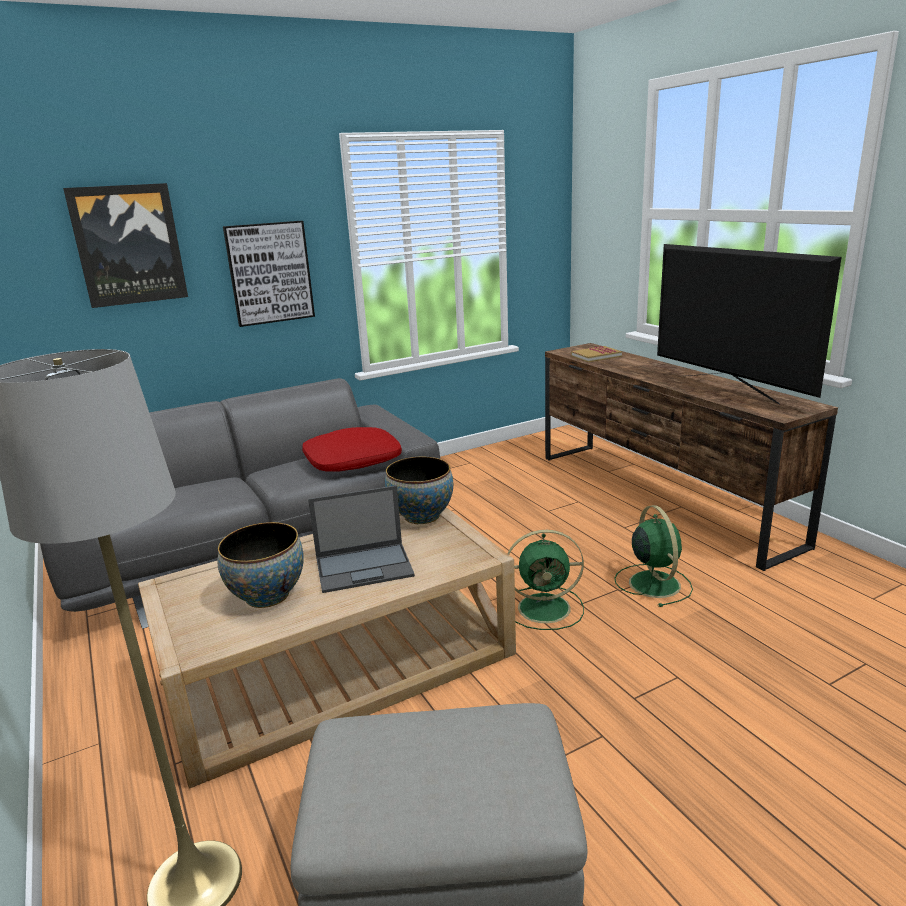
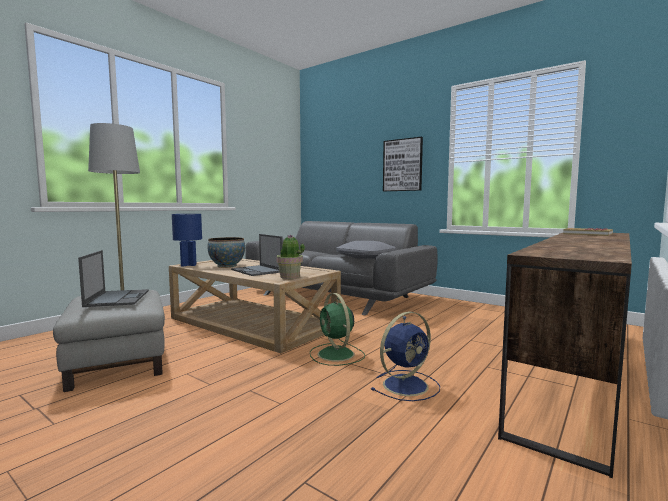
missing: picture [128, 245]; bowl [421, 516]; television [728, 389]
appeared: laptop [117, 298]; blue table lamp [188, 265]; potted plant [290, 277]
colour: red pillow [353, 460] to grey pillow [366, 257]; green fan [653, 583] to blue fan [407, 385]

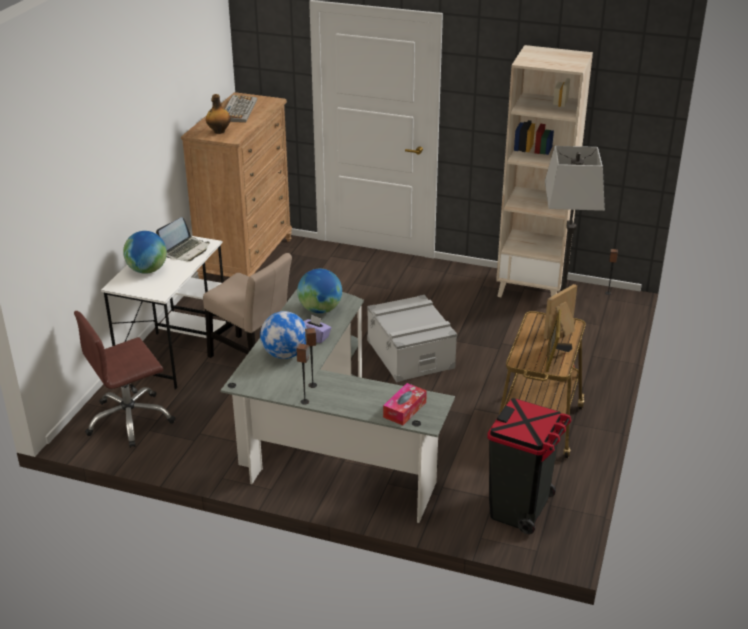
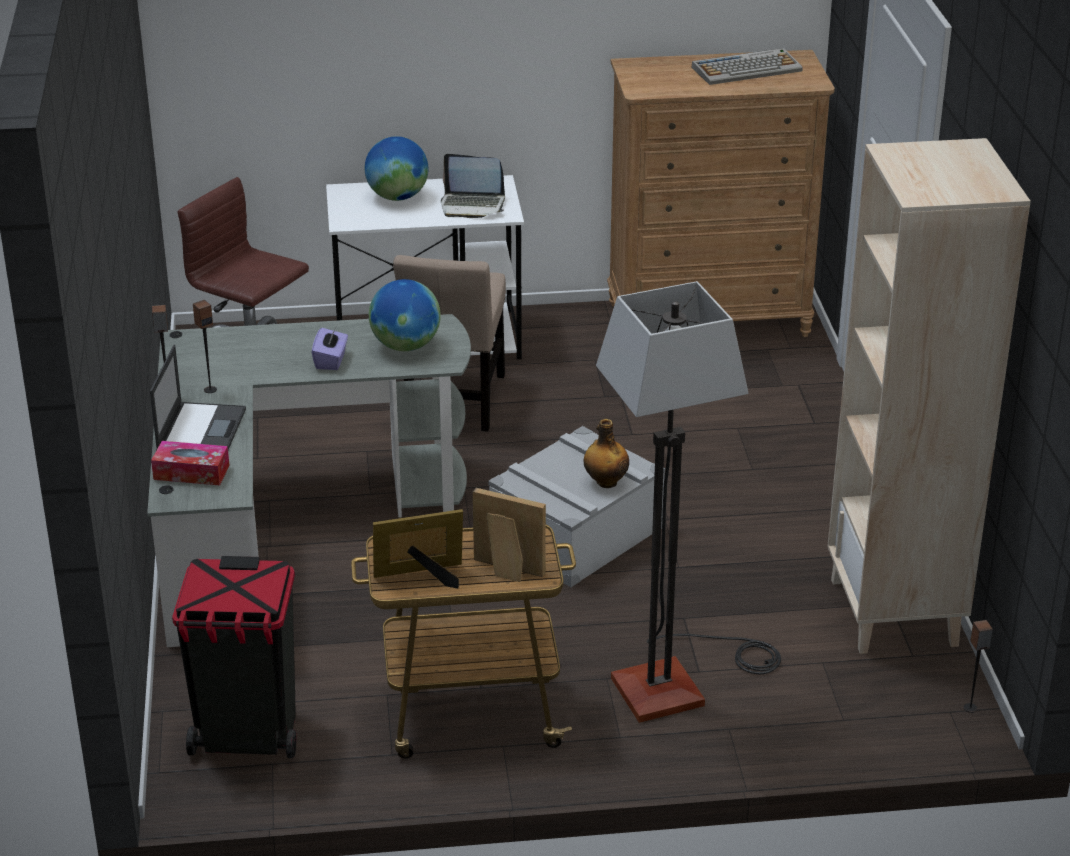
missing: globe [285, 354]
appeared: laptop [201, 429]
relocated: bottle [219, 131] to [606, 482]

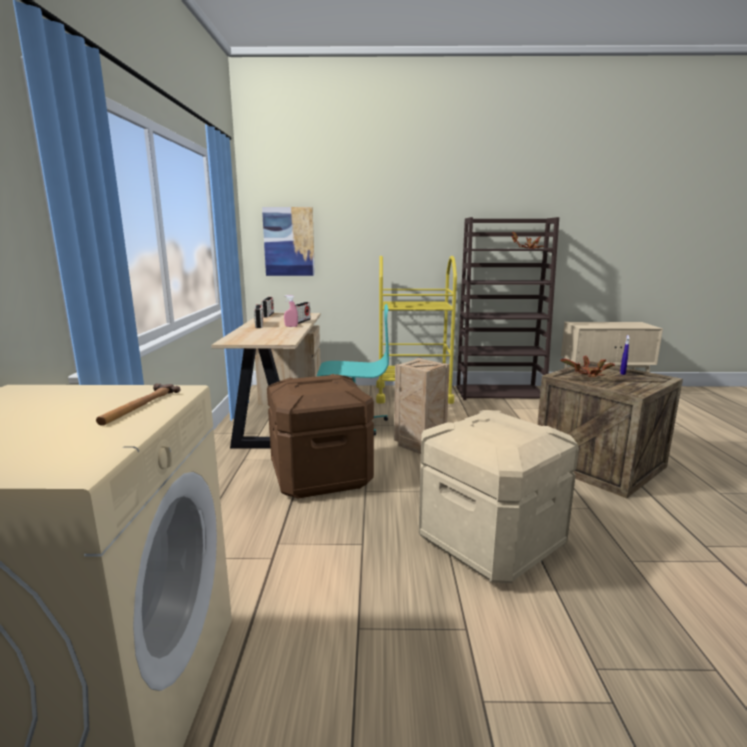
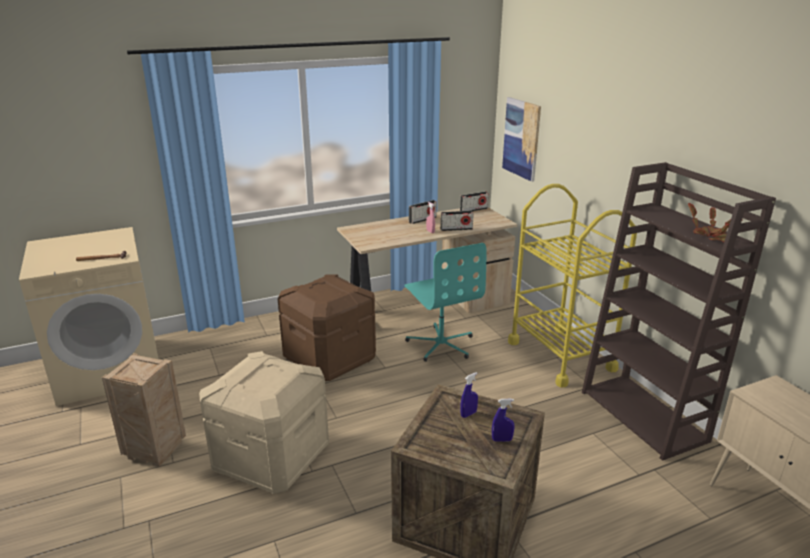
relocated: crate [420, 446] to [153, 451]
exchanged: potted plant [587, 375] to blue spray bottle [468, 414]

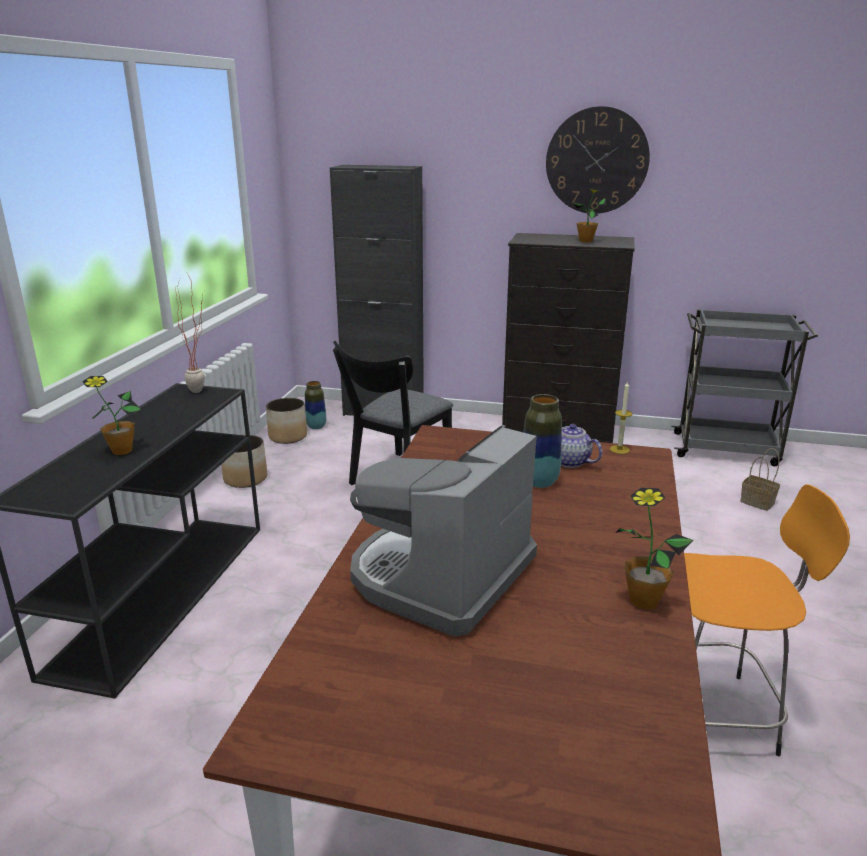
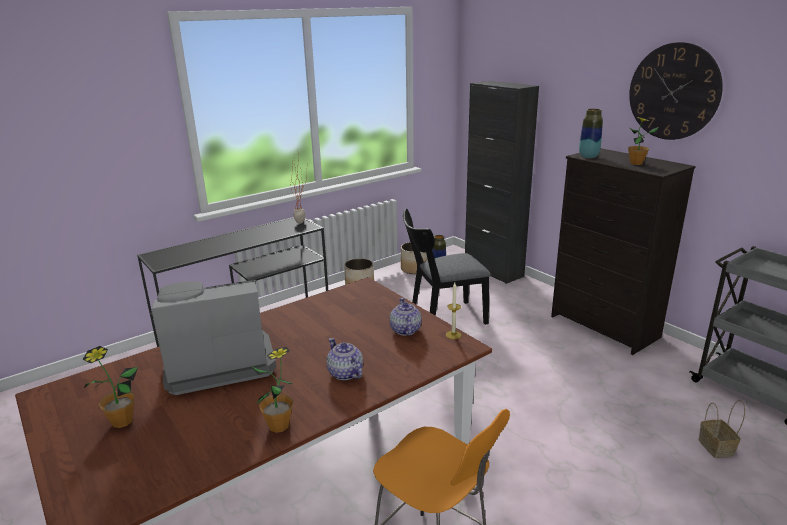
appeared: teapot [345, 373]
relocated: potted plant [122, 451] to [122, 421]; vase [539, 482] to [588, 156]

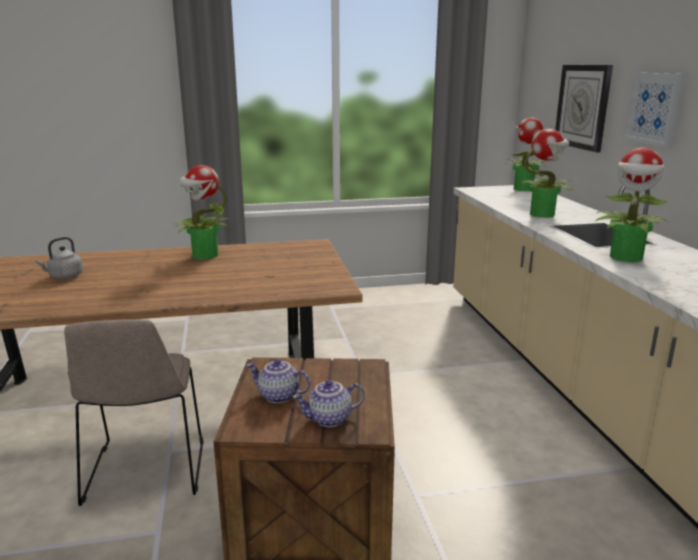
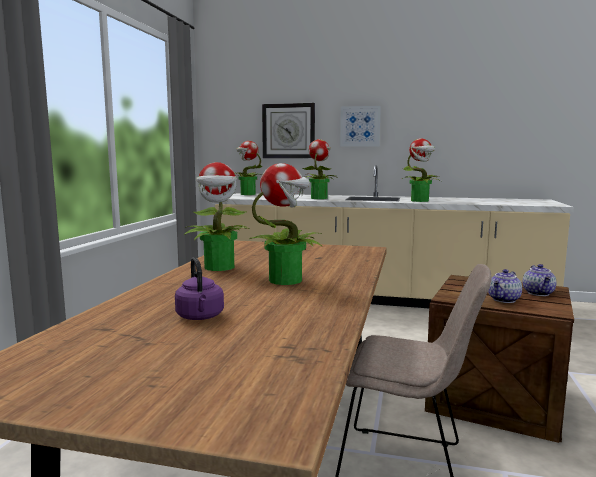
appeared: potted plant [286, 280]
colour: grey kettle [64, 276] to purple kettle [200, 317]

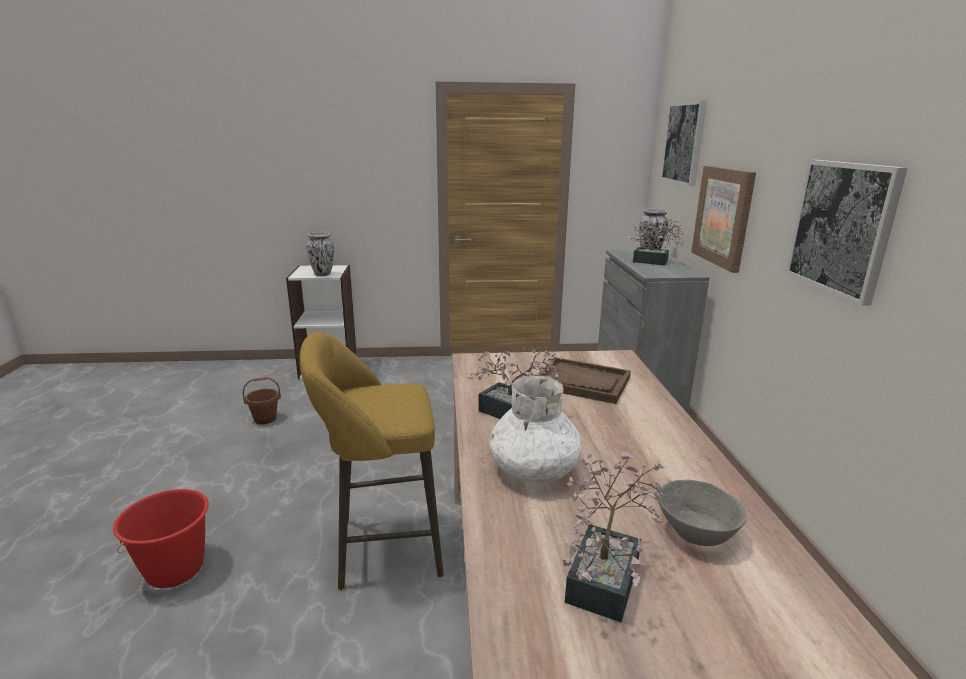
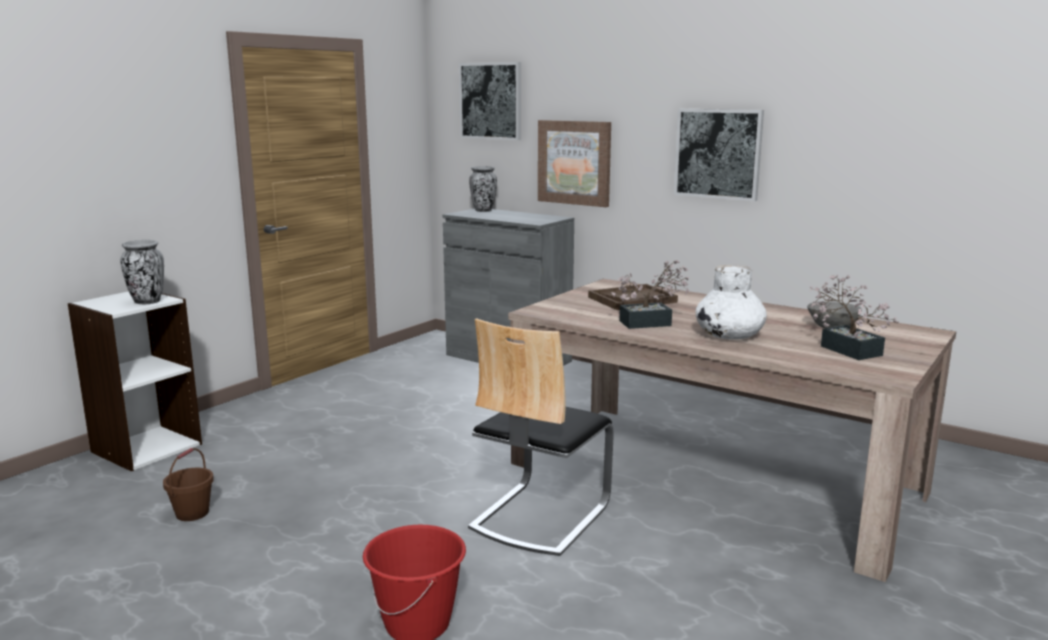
missing: potted plant [654, 262]
exchanged: yellow stool [381, 547] to chair [539, 516]

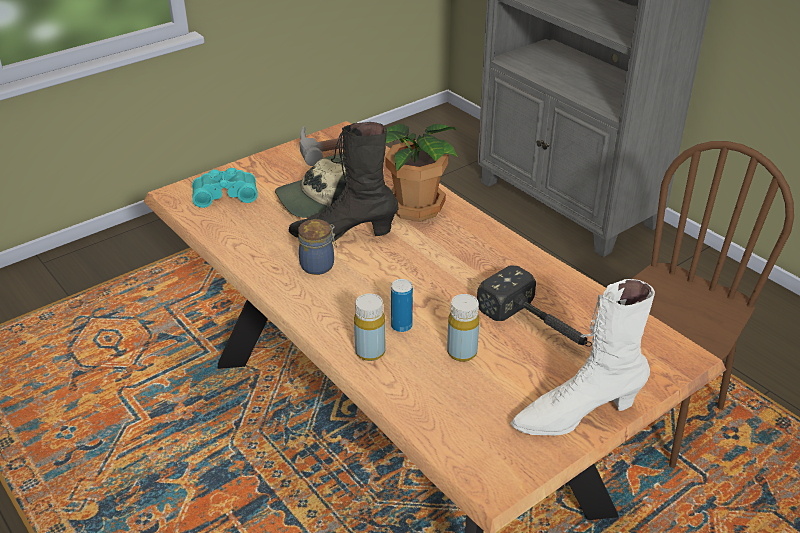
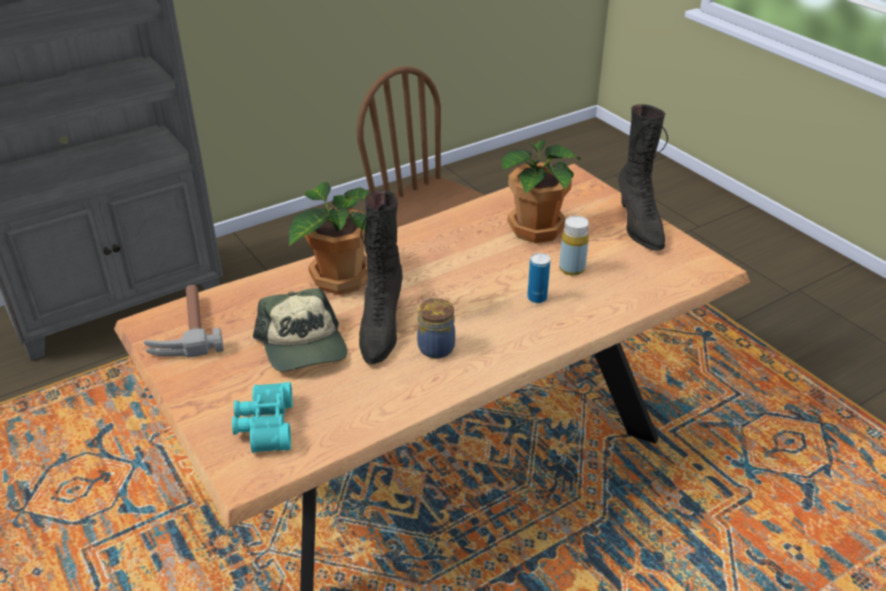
missing: yellow bottle [370, 352]
exchanged: hammer [539, 327] to potted plant [538, 229]
colour: white boot [576, 415] to black boot [639, 226]

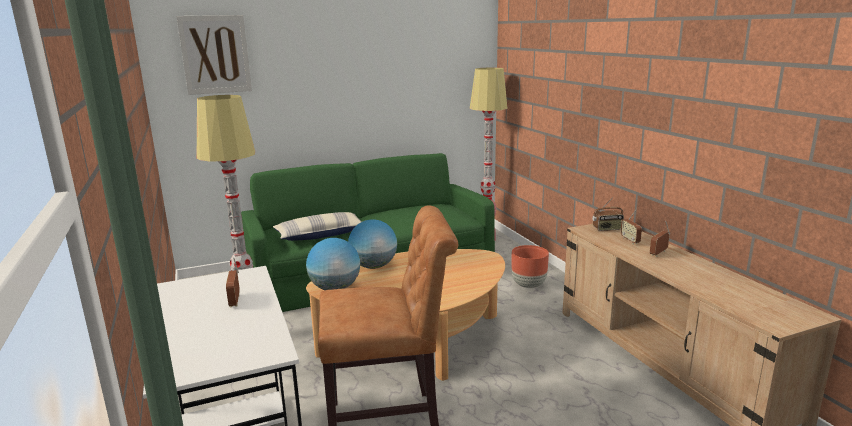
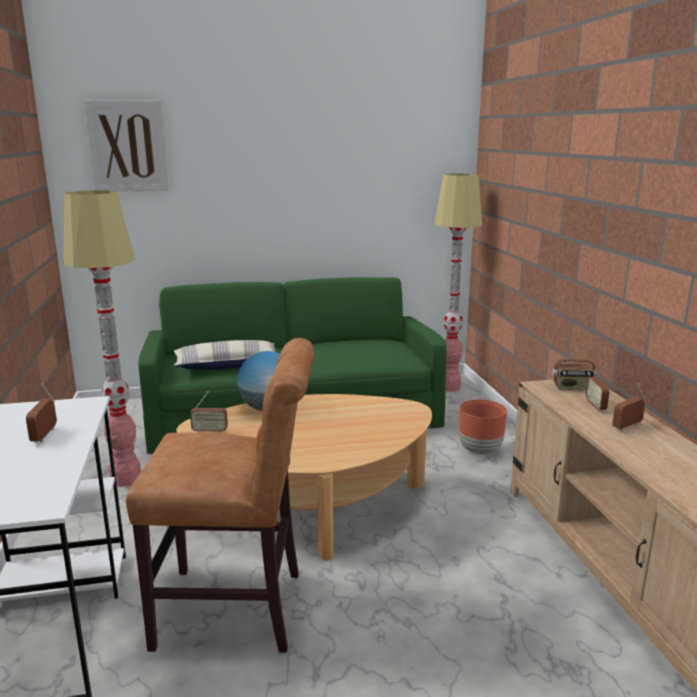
exchanged: globe [335, 288] to radio [210, 431]

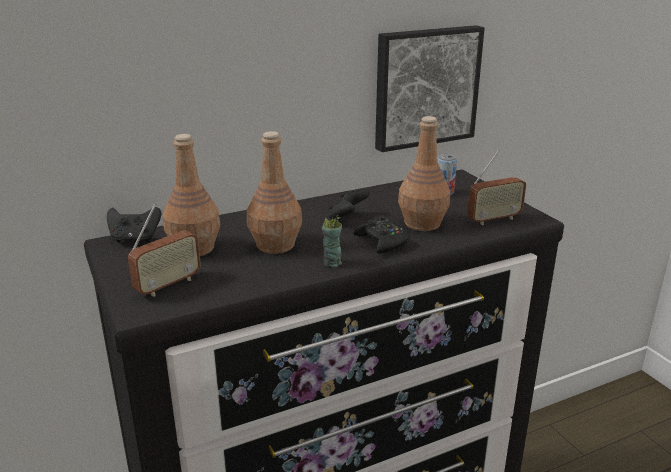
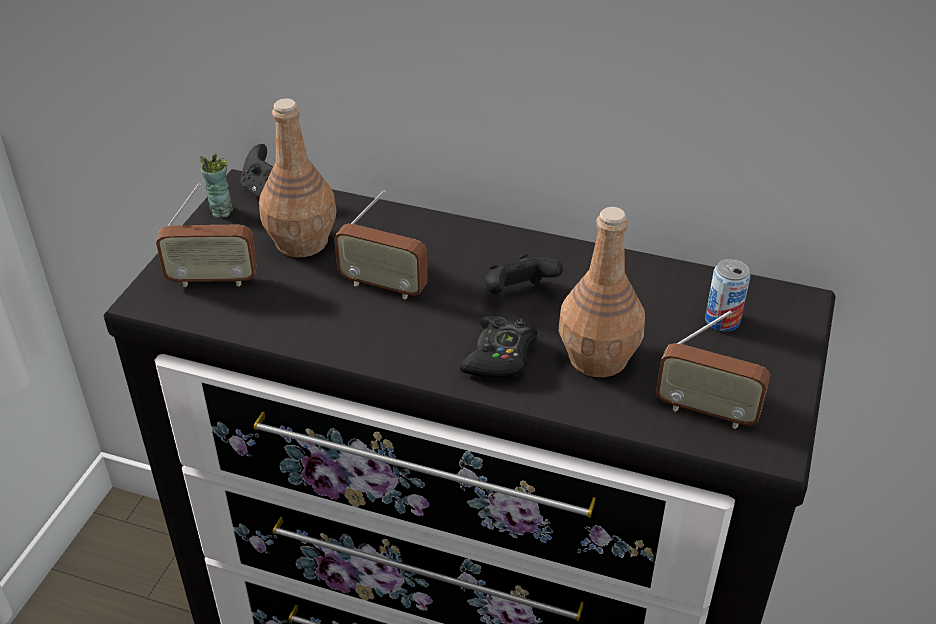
missing: picture [425, 87]
relocated: cup [331, 263] to [221, 210]
exchanged: brown bottle [276, 244] to radio [383, 286]

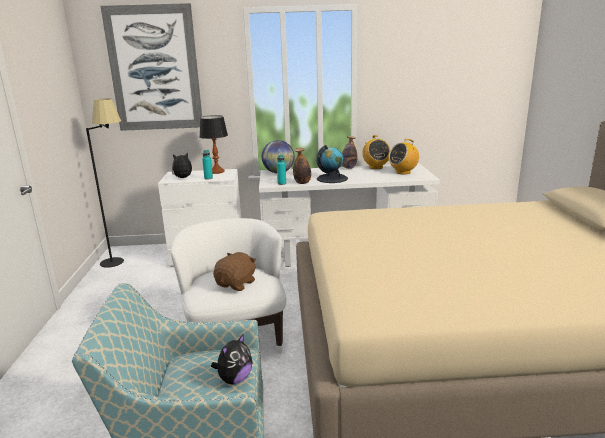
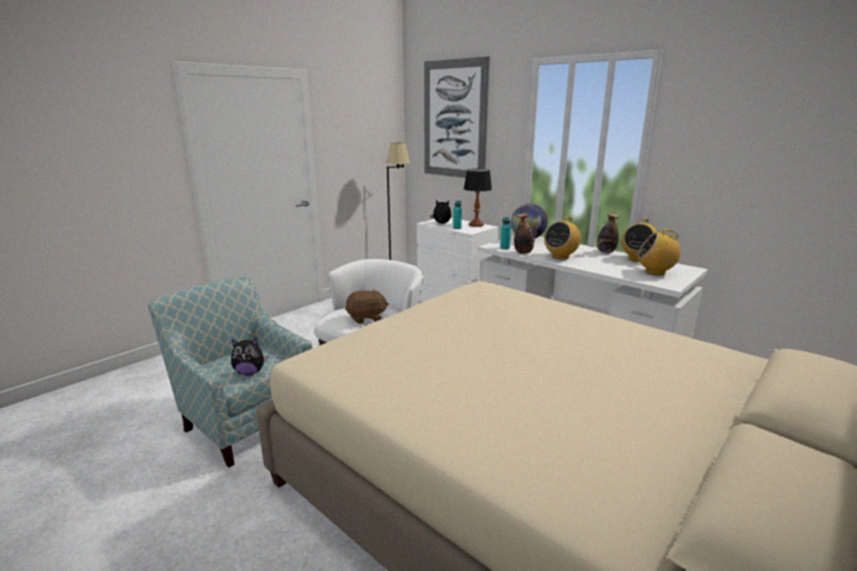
exchanged: globe [332, 178] to radio [560, 256]

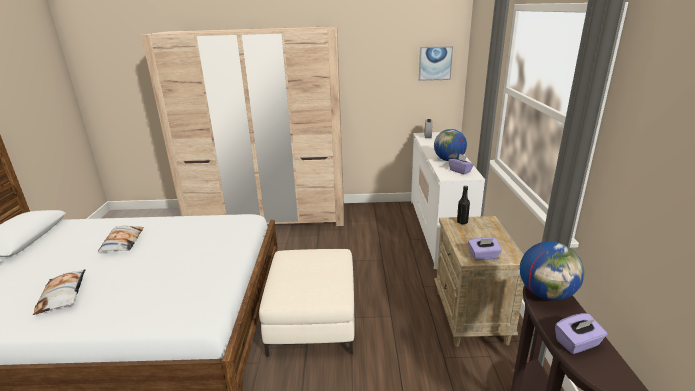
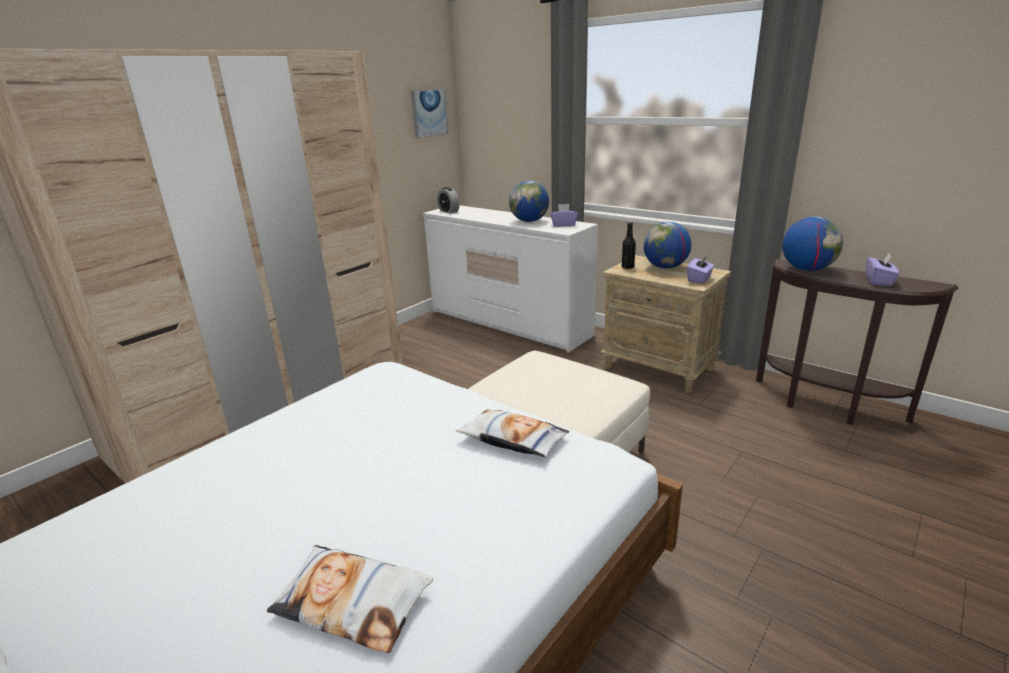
appeared: globe [665, 267]
relocated: pillow [122, 242] to [512, 439]

